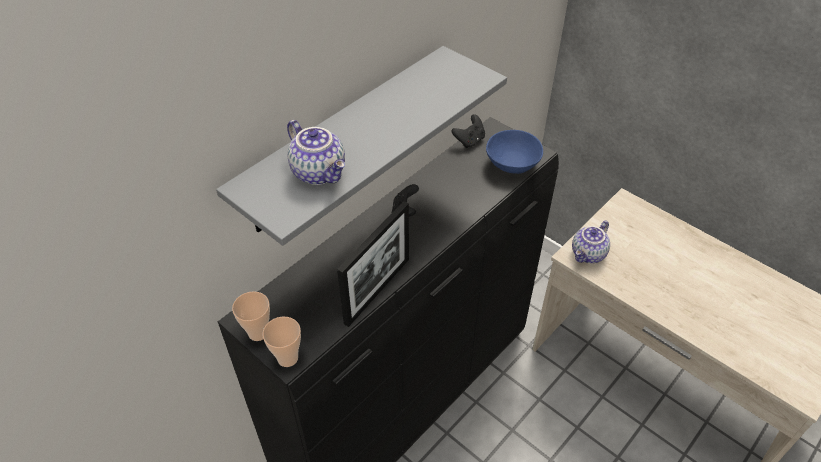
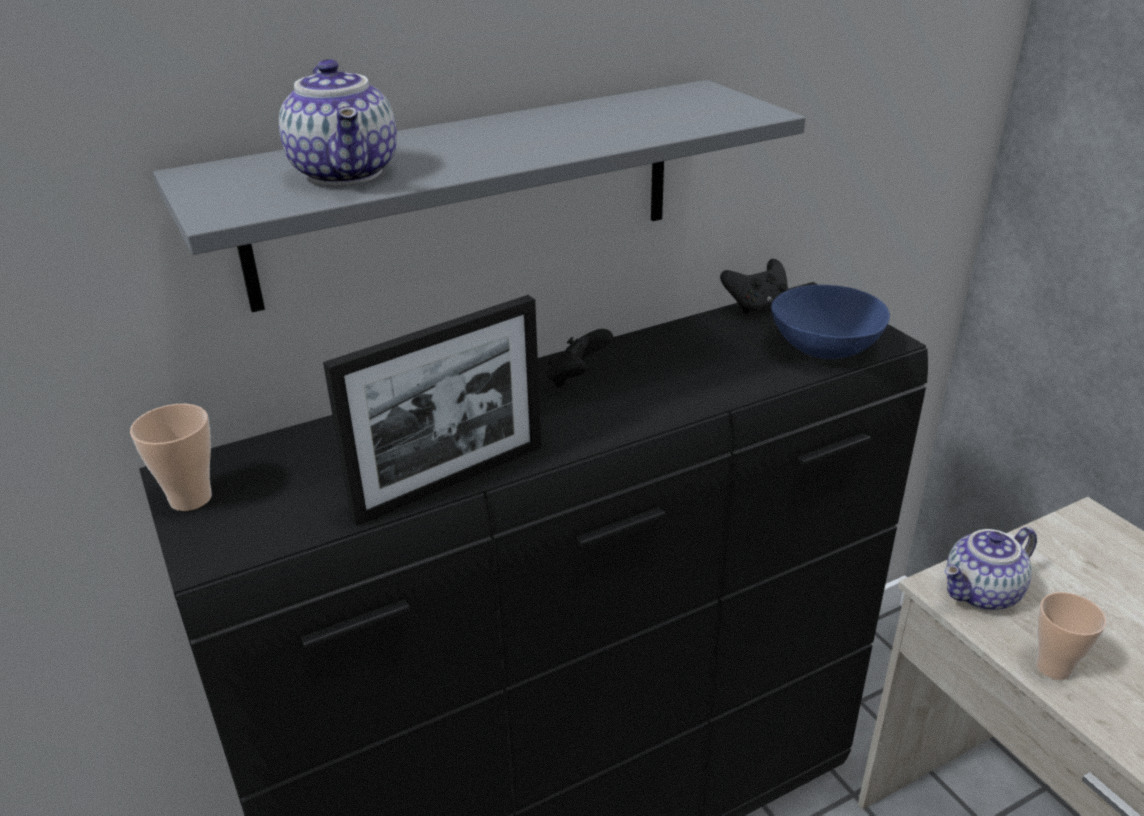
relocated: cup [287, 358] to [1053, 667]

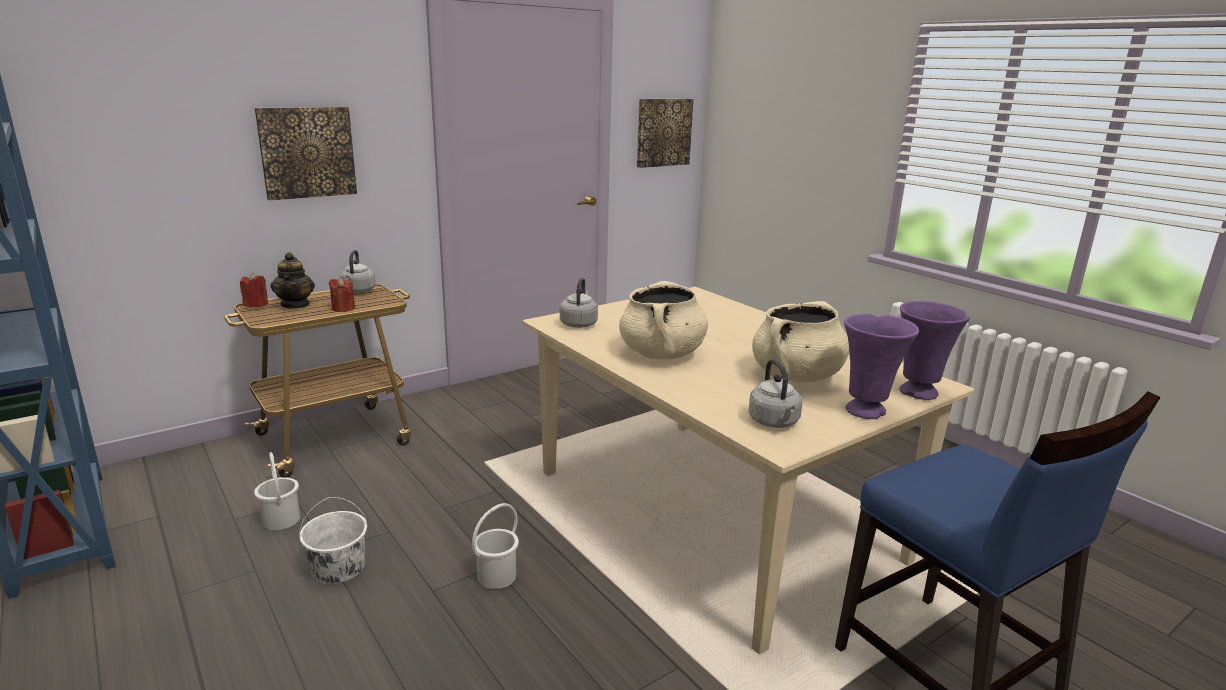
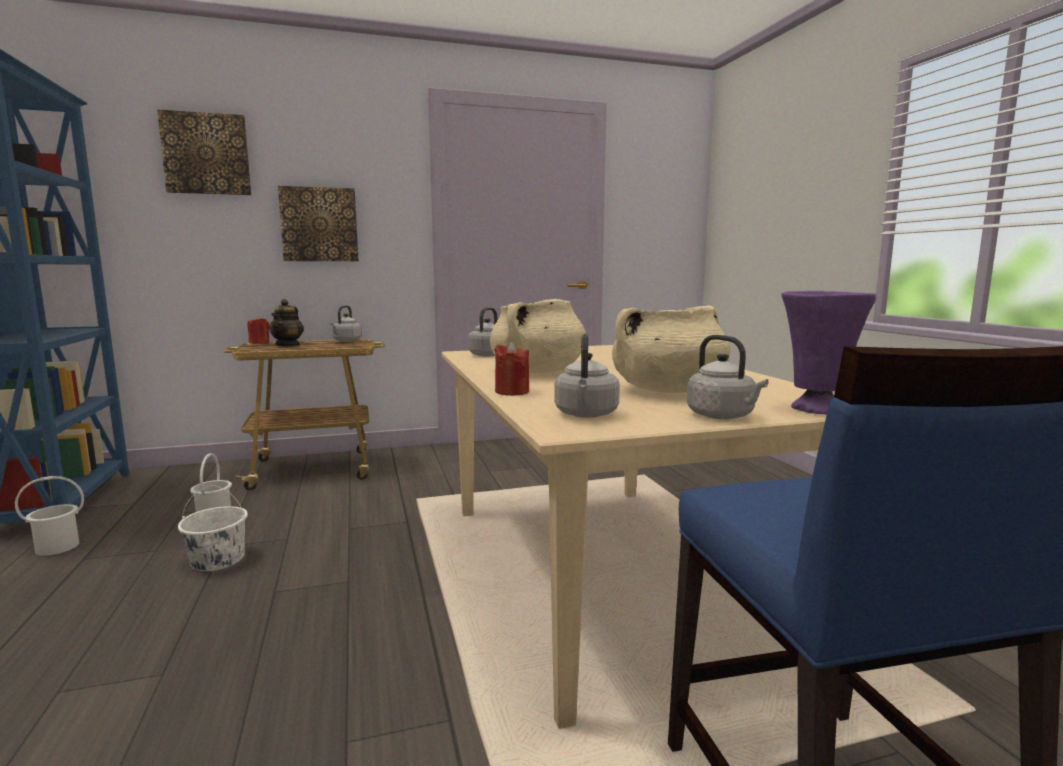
relocated: red candle [343, 308] to [512, 392]; white bucket [496, 576] to [57, 547]; picture [663, 132] to [206, 154]
exchanged: purple vase [867, 411] to grey kettle [723, 416]

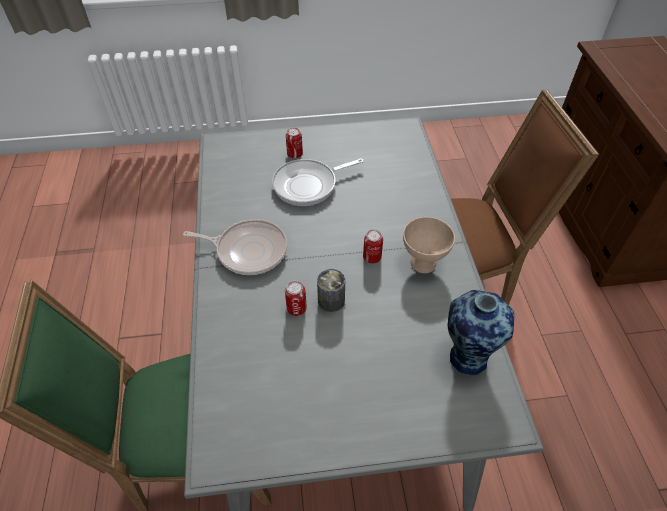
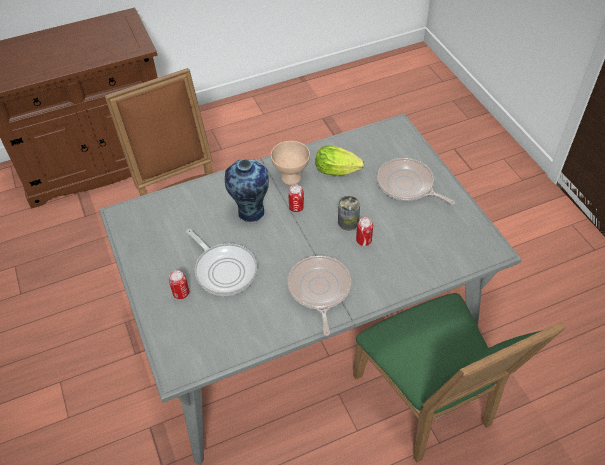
appeared: lettuce [339, 171]; frying pan [407, 185]
relocated: vase [466, 357] to [250, 212]

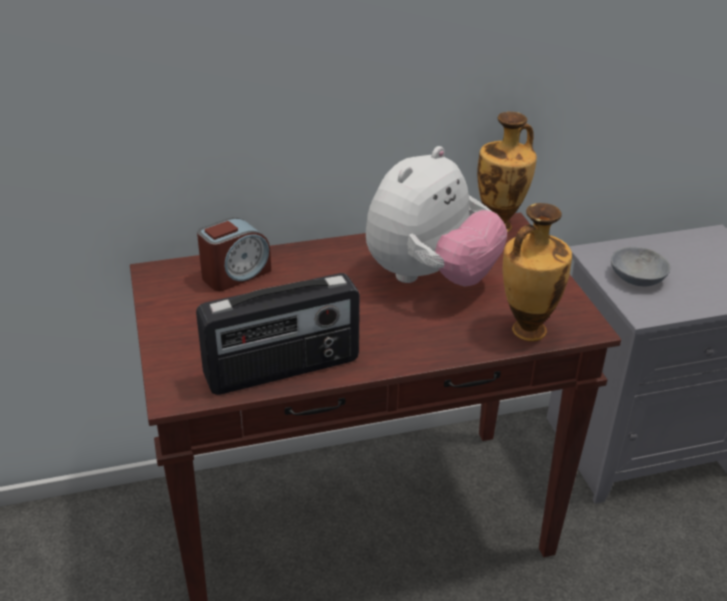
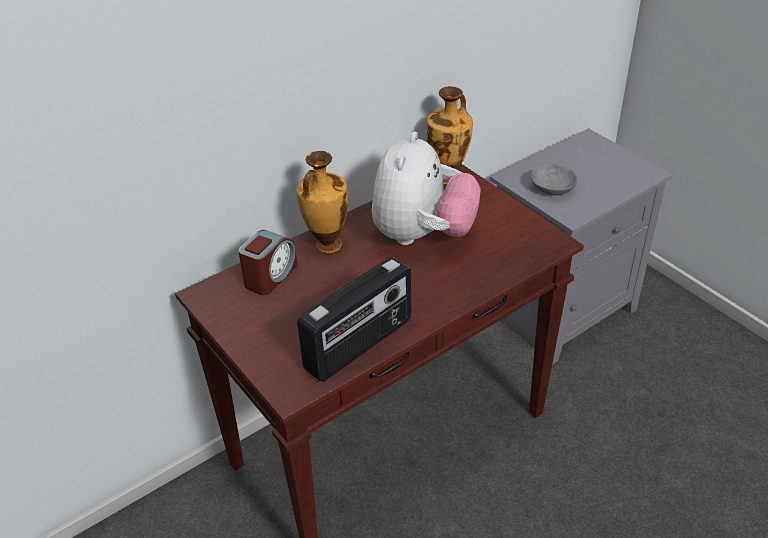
relocated: vase [526, 330] to [327, 245]

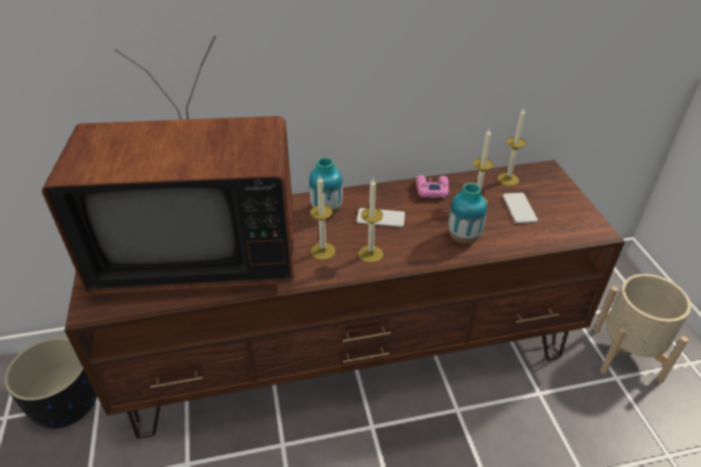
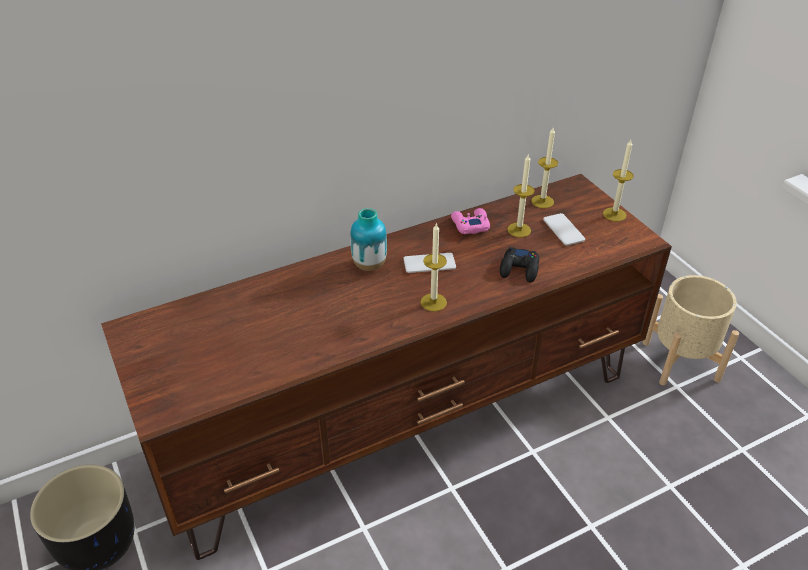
missing: television [199, 252]
relocated: candle [323, 251] to [614, 214]
exchanged: vase [463, 238] to black game controller [519, 269]

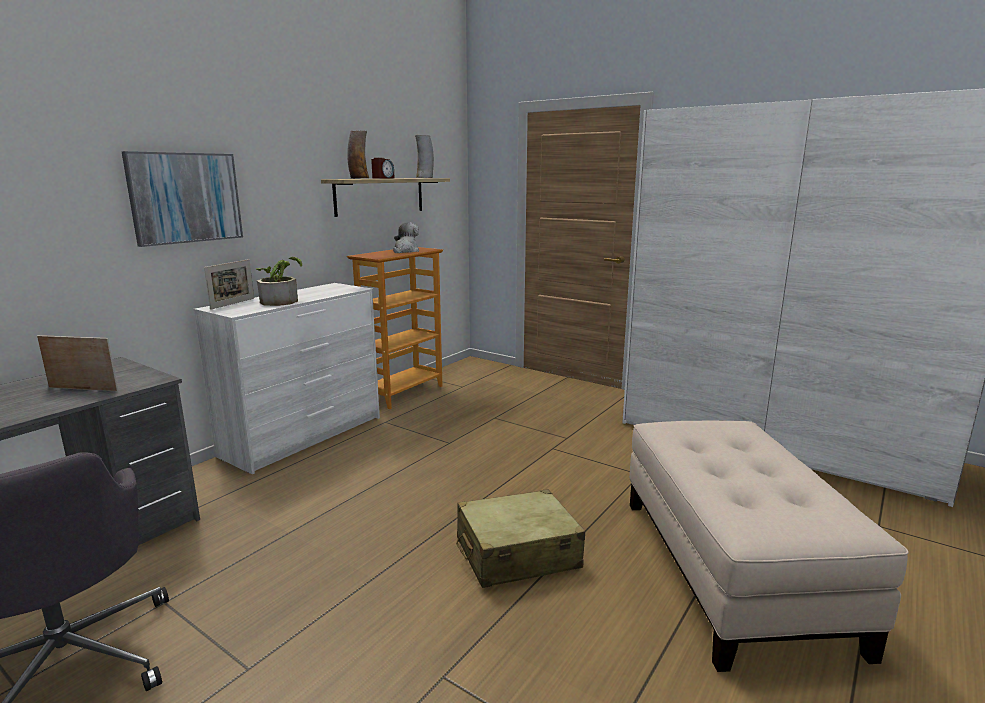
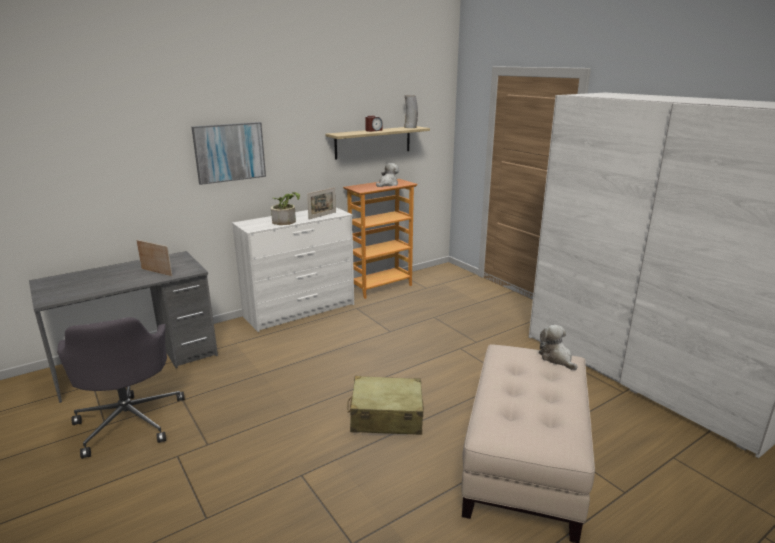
missing: vase [359, 178]
appeared: plush toy [556, 358]
relocated: picture frame [233, 303] to [322, 215]

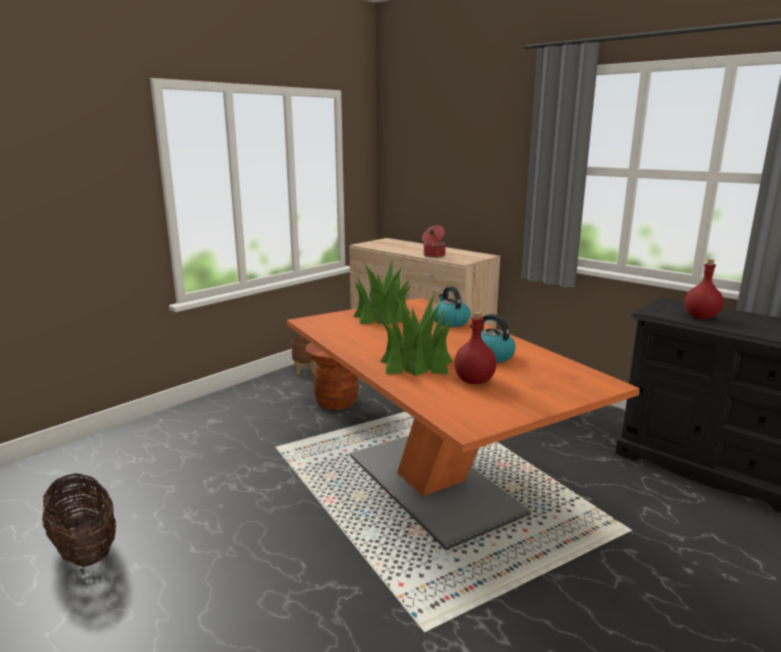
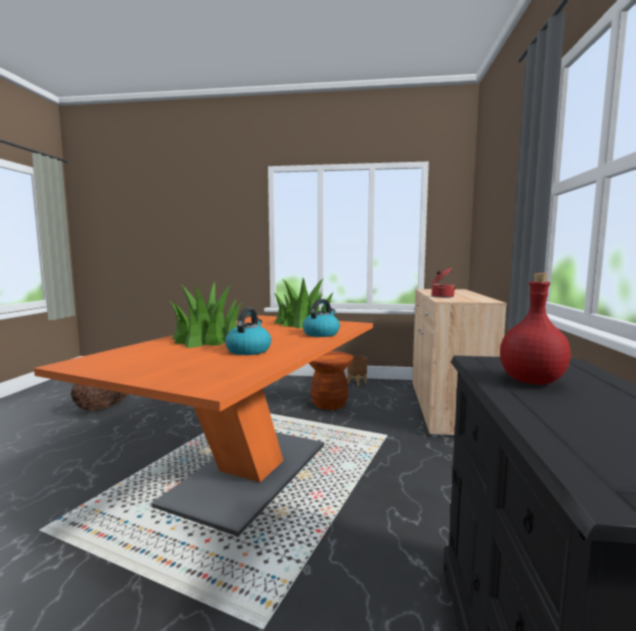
missing: red bottle [474, 381]

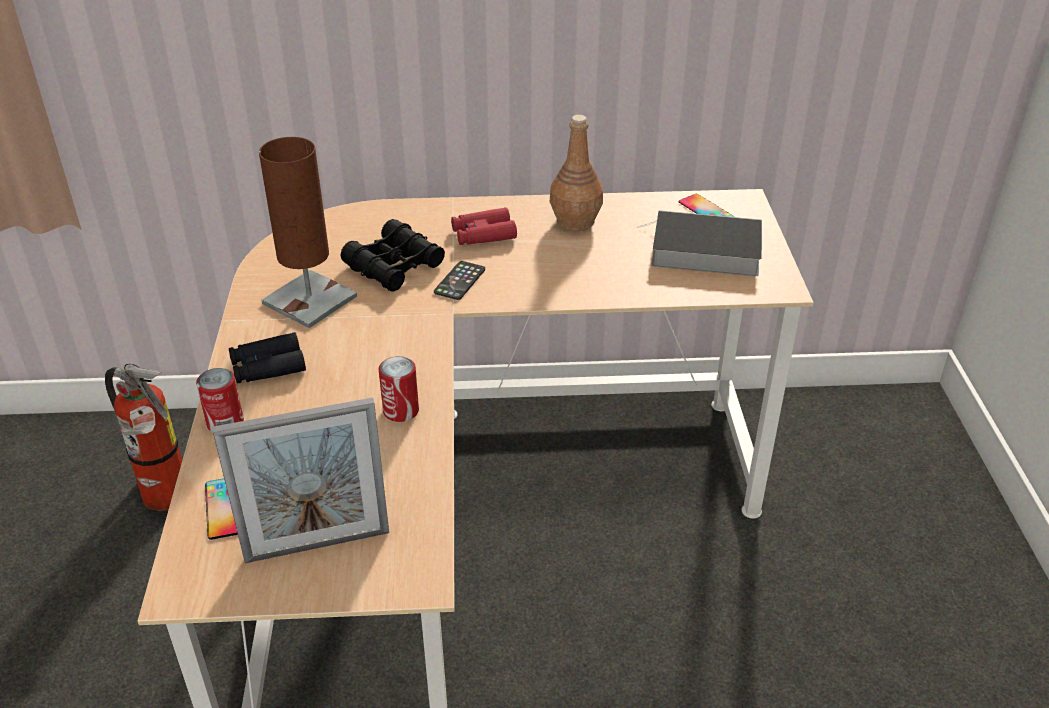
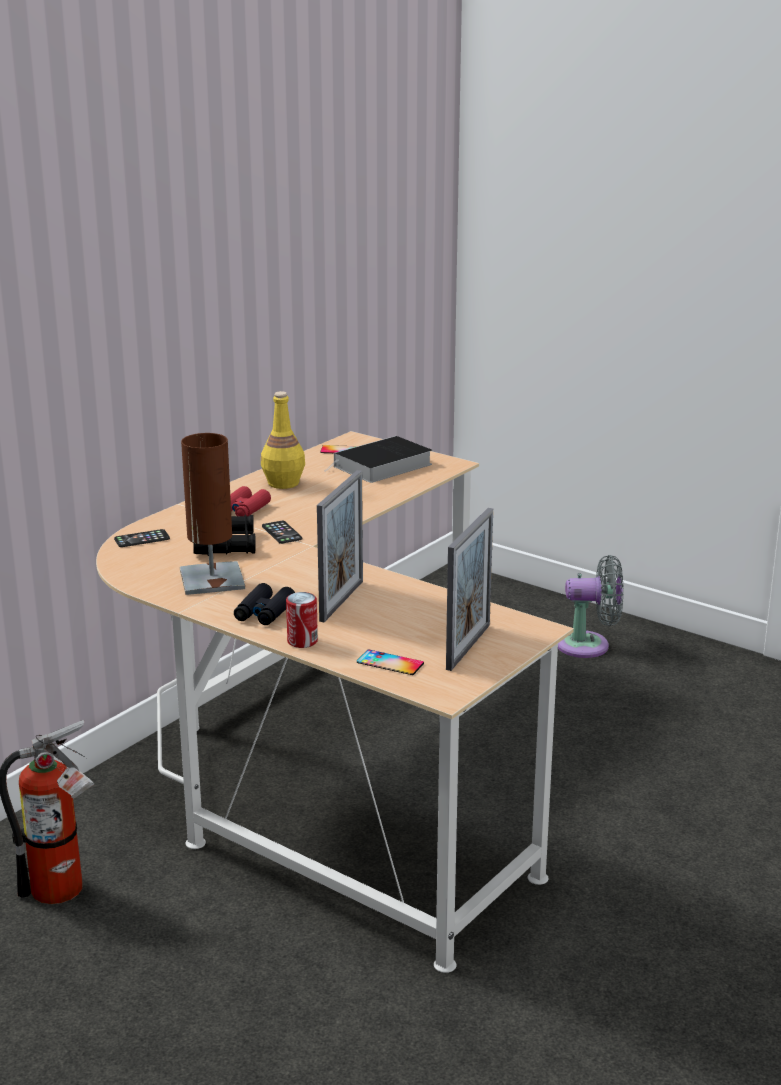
missing: can [401, 411]
appeared: phone [142, 539]; picture frame [341, 601]; grey fan [589, 645]
colour: brown bottle [575, 222] to yellow bottle [283, 483]

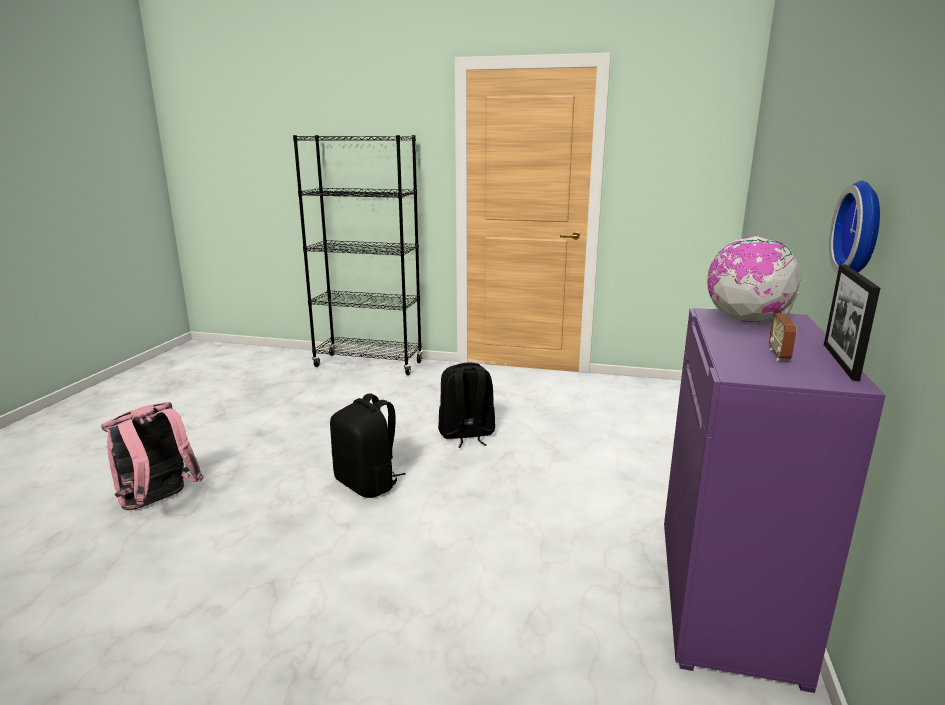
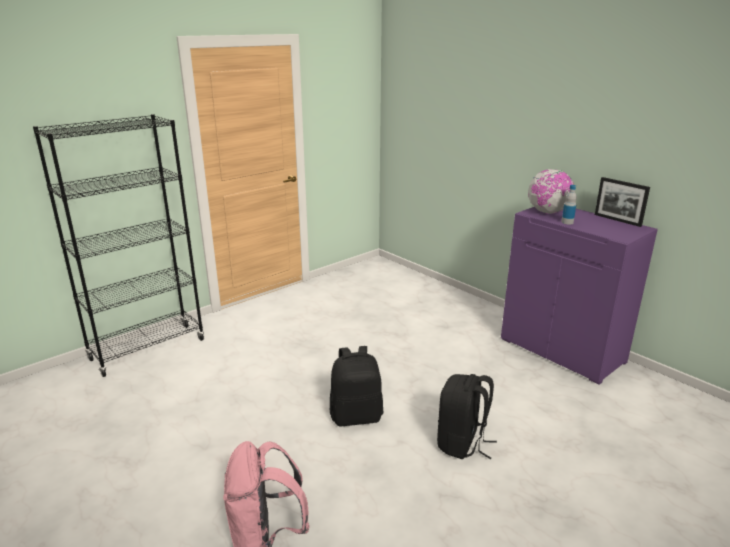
missing: radio [779, 355]; wall clock [863, 230]
appeared: bottle [567, 222]
relocated: black backpack [466, 434] to [462, 443]

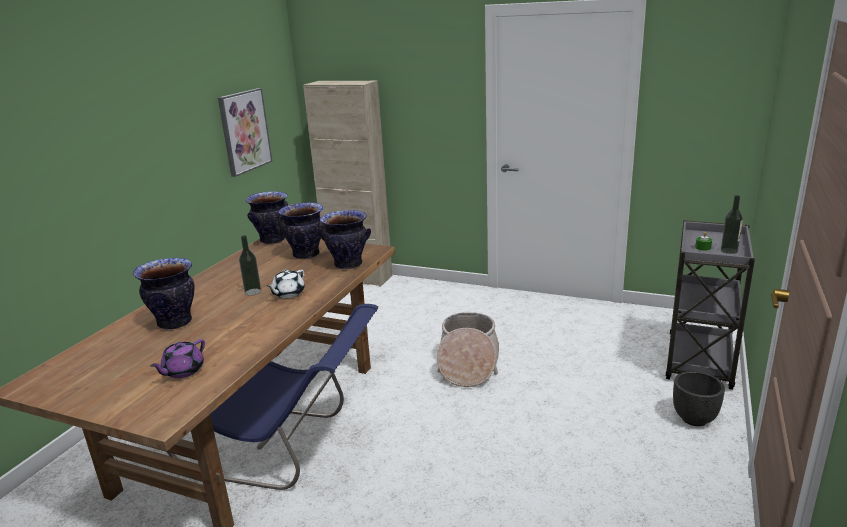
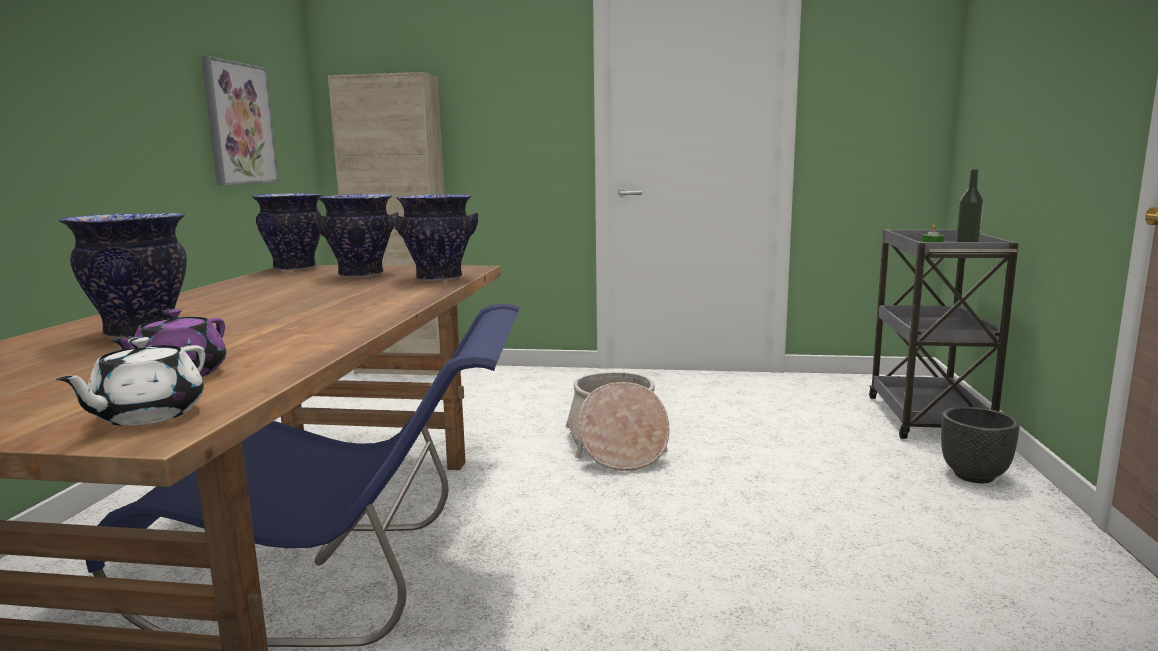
missing: bottle [253, 292]
relocated: white teapot [288, 294] to [147, 415]

